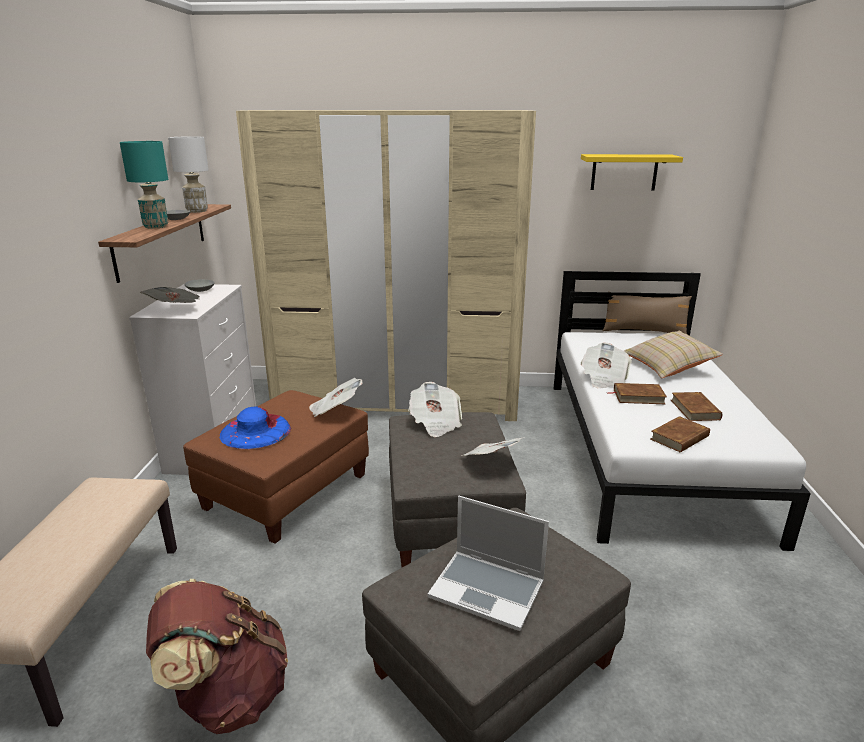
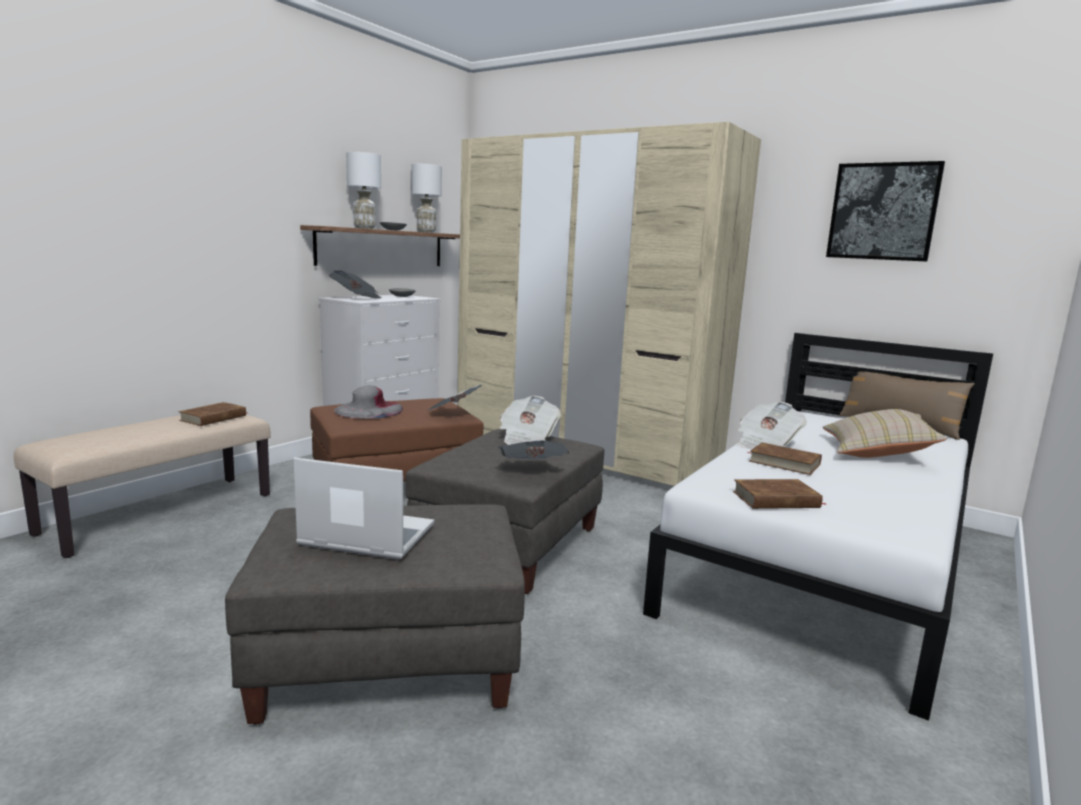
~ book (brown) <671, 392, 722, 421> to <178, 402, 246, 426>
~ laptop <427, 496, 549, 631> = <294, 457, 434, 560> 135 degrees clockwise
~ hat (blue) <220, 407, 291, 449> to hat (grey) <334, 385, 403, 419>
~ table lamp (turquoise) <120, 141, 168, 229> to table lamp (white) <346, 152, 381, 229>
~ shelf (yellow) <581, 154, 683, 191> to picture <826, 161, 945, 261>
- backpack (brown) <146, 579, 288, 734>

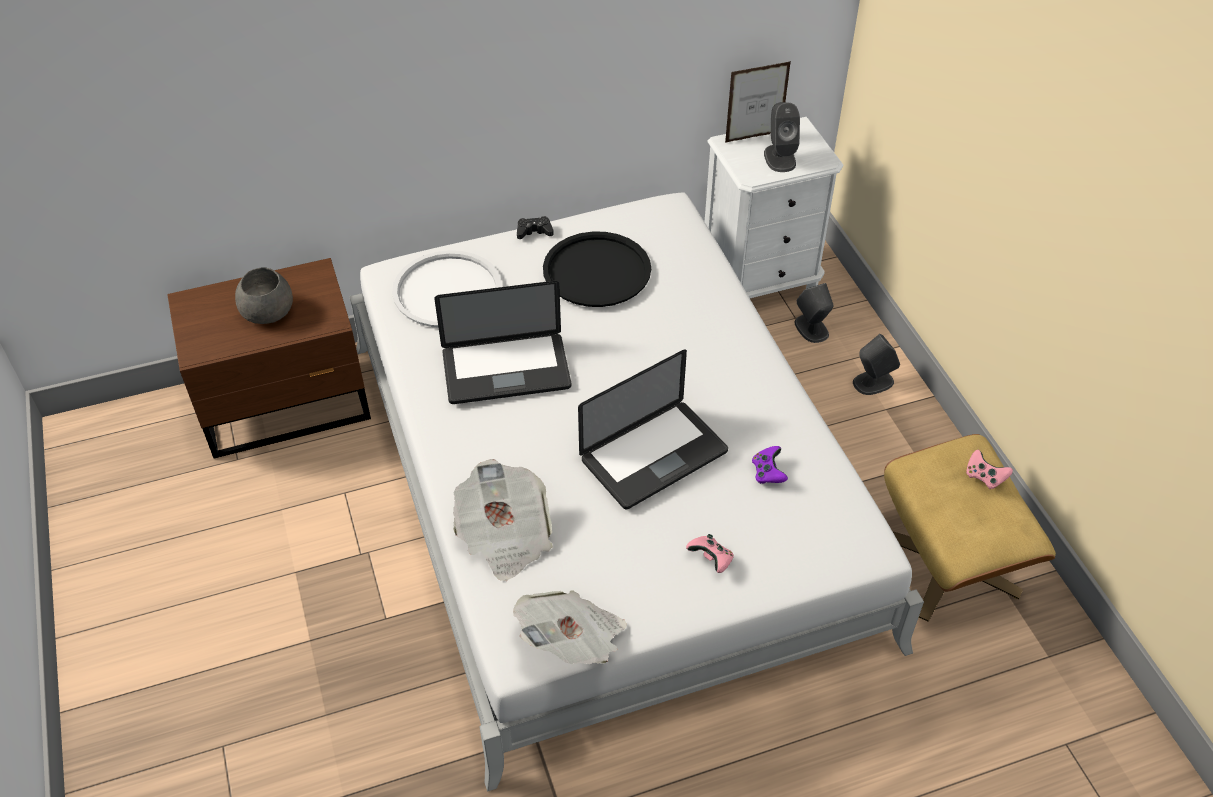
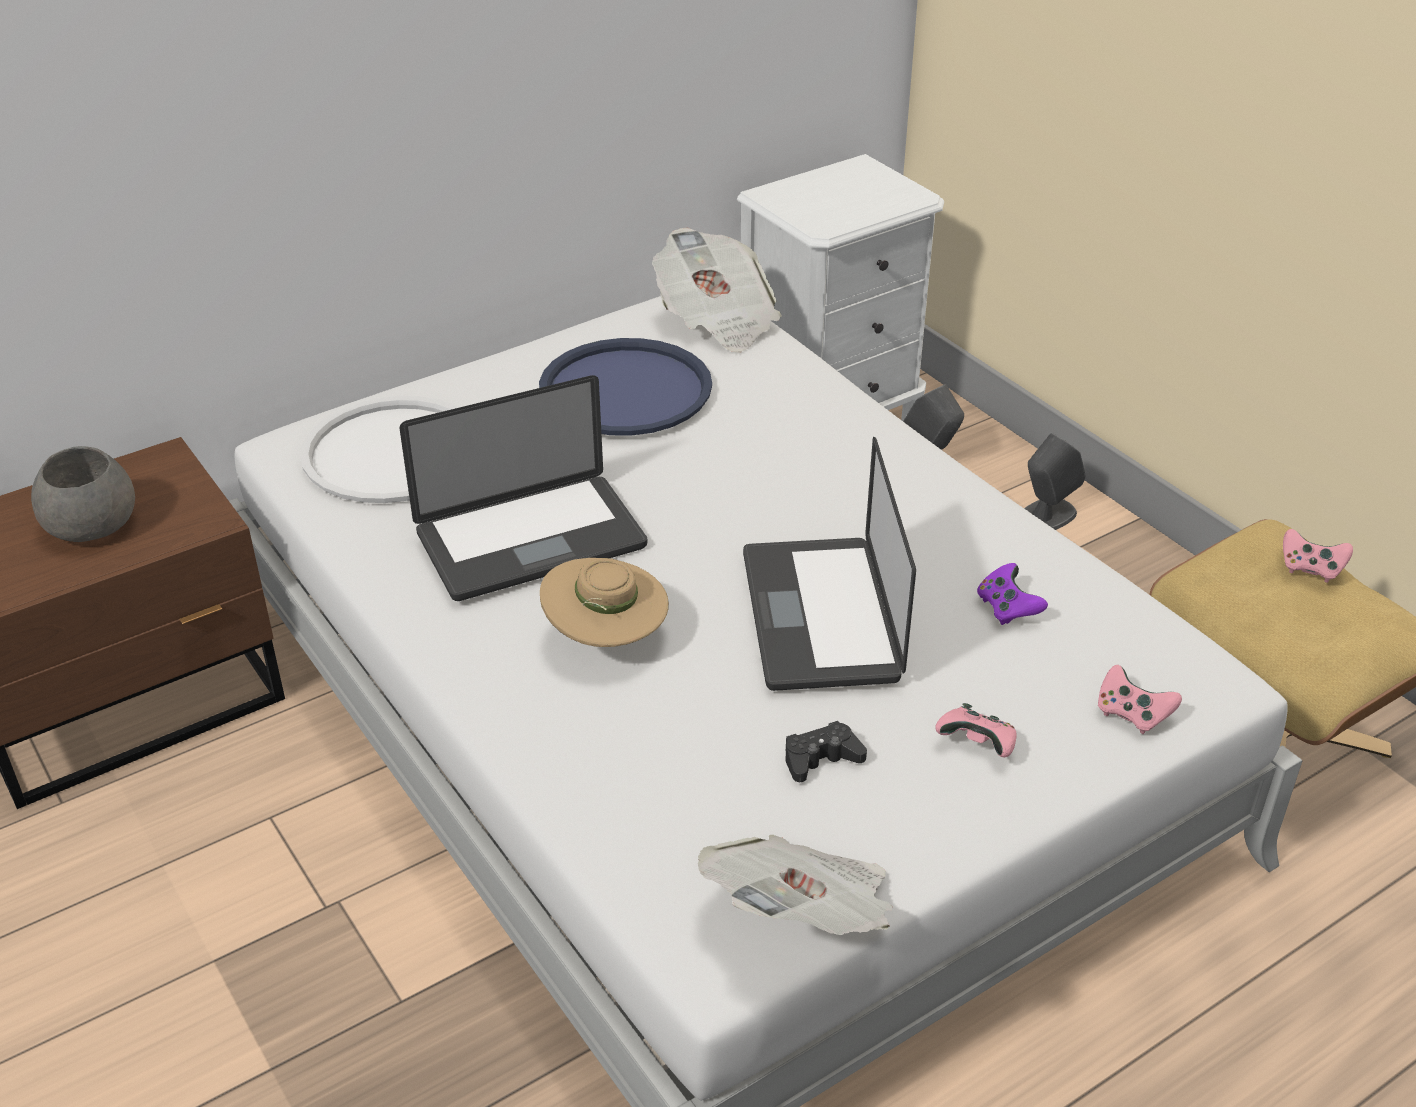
~ tray (black) <543, 231, 651, 307> to tray (blue) <539, 338, 712, 436>
+ hat (beige) <540, 558, 669, 647>
~ newspaper <453, 459, 553, 581> to <652, 228, 782, 353>
~ laptop <578, 349, 728, 509> = <743, 437, 916, 691> 135 degrees clockwise
~ game controller (black) <517, 216, 554, 239> to <785, 721, 867, 782>
+ game controller (pink) <1098, 665, 1182, 734>
- picture frame <725, 61, 791, 143>
- speaker (grey) <764, 102, 800, 172>

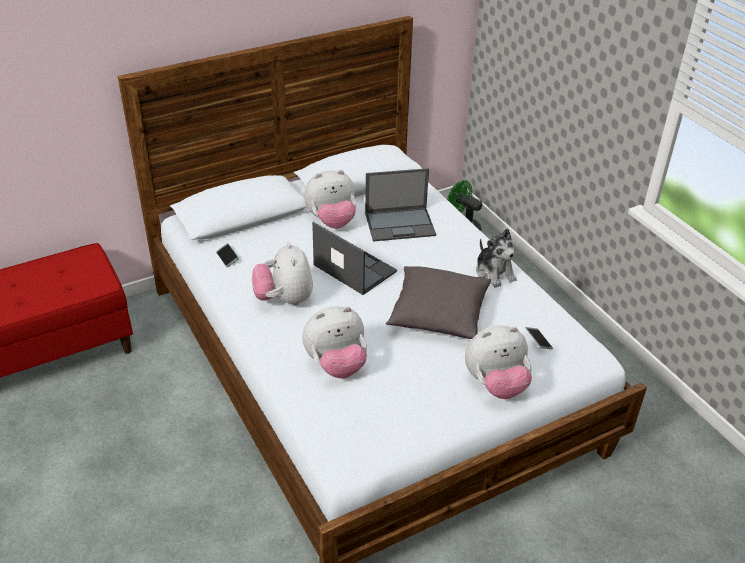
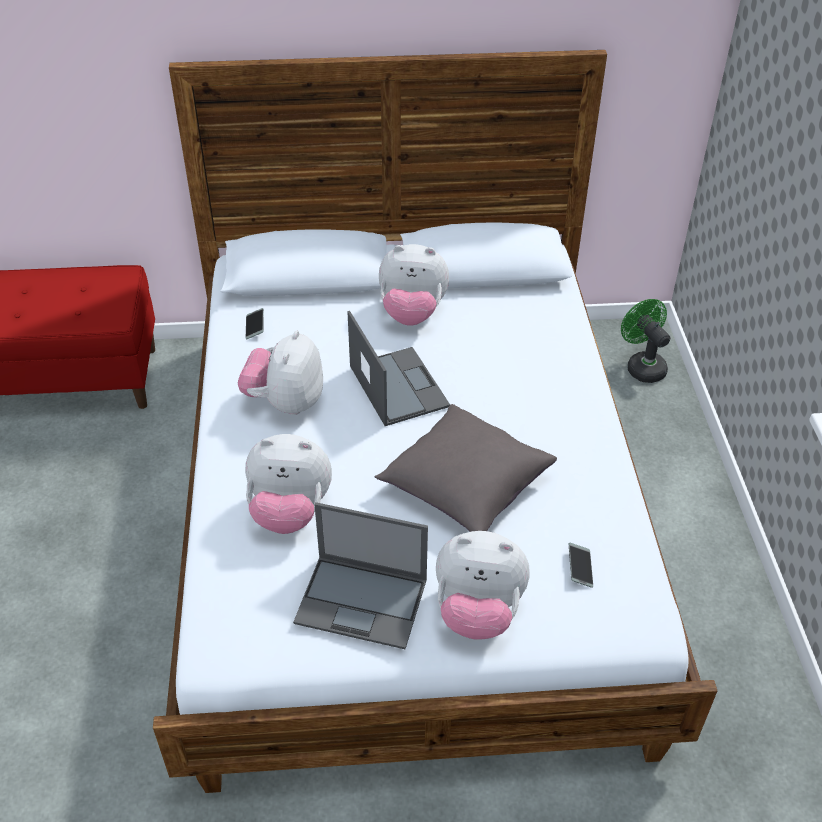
~ laptop <365, 168, 436, 242> to <293, 502, 428, 649>
- plush toy <476, 228, 517, 288>

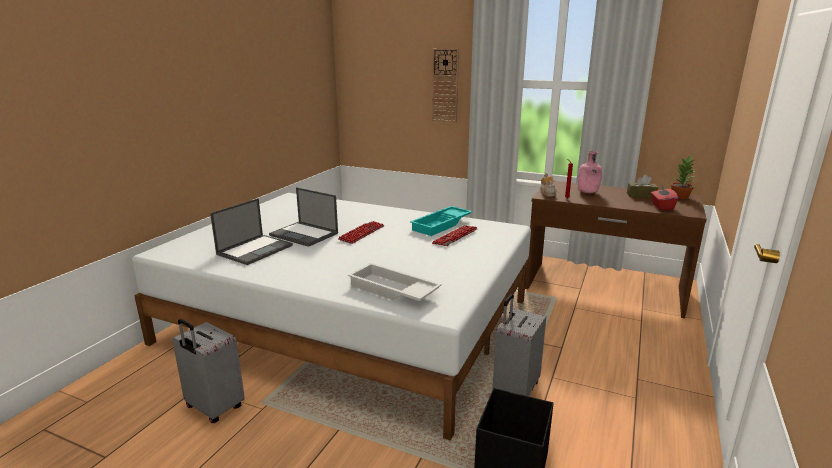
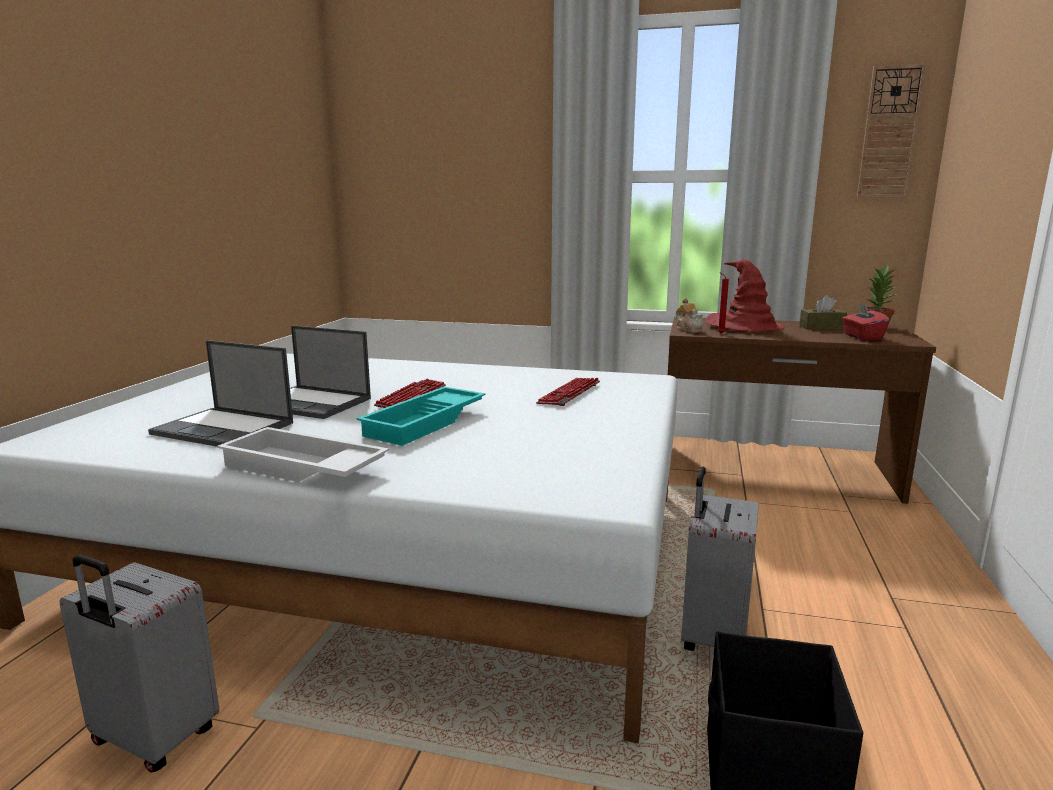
~ laptop <210, 198, 293, 265> = <148, 340, 293, 447> 90 degrees clockwise
~ tray (white) <348, 263, 442, 301> to <217, 427, 389, 482>
~ tray (turquoise) <410, 206, 472, 236> to <357, 387, 486, 446>
~ bottle (pink) <578, 151, 602, 193> to hat (red) <706, 258, 785, 332>
~ wall clock <432, 48, 459, 122> to <857, 64, 926, 197>

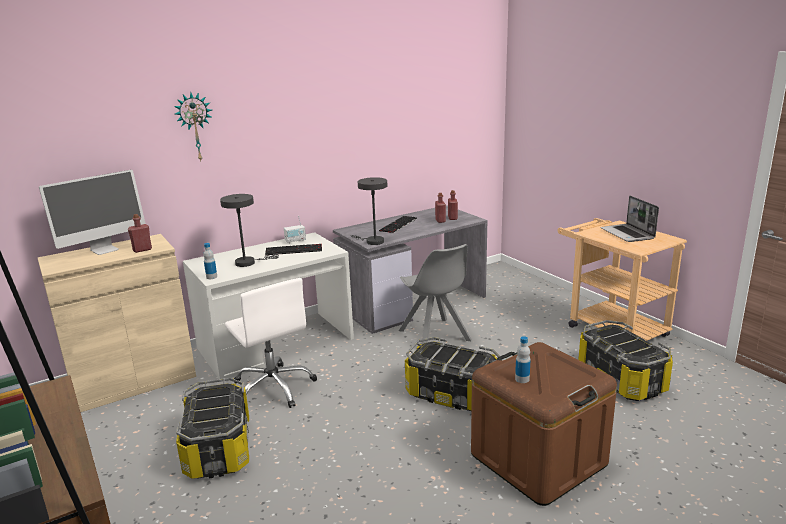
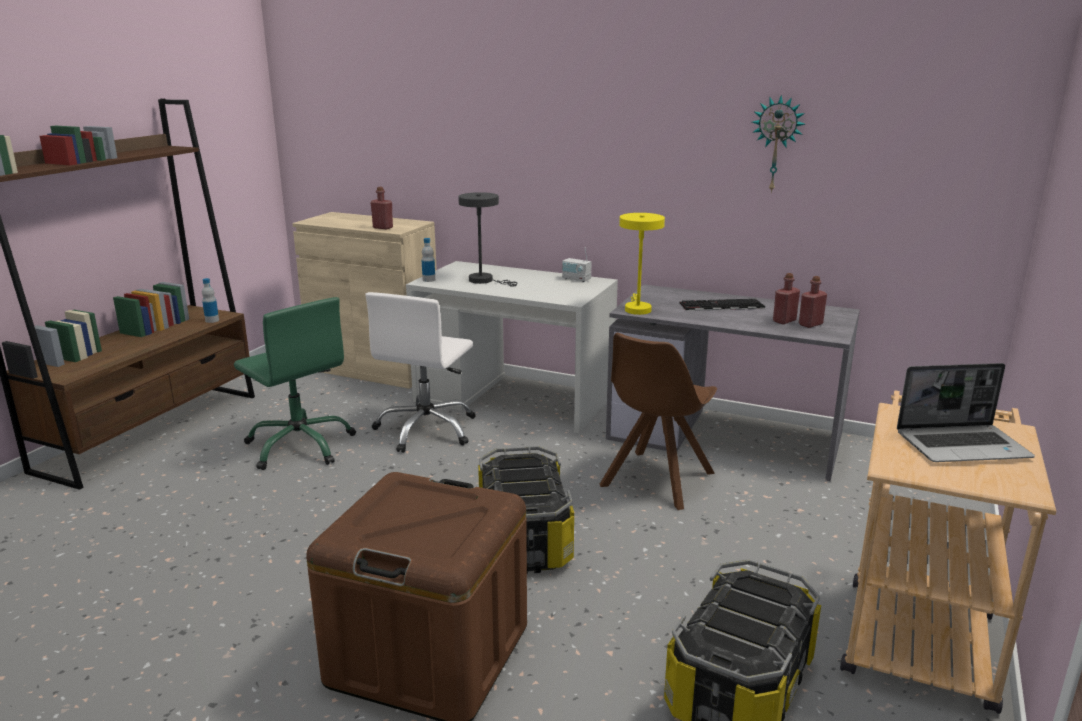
~ bottle <515, 336, 531, 383> to <202, 278, 219, 323>
~ storage box <176, 378, 249, 479> to office chair (green) <234, 297, 356, 470>
~ chair (grey) <399, 244, 472, 345> to chair (brown) <600, 333, 717, 510>
~ table lamp (grey) <351, 177, 387, 245> to table lamp (yellow) <619, 213, 665, 315>
~ wall clock <174, 93, 212, 161> to <752, 95, 805, 193>
~ laptop <600, 196, 659, 242> = <897, 363, 1035, 462> 135 degrees counterclockwise
- monitor <39, 170, 146, 255>
- keyboard <265, 244, 322, 255>

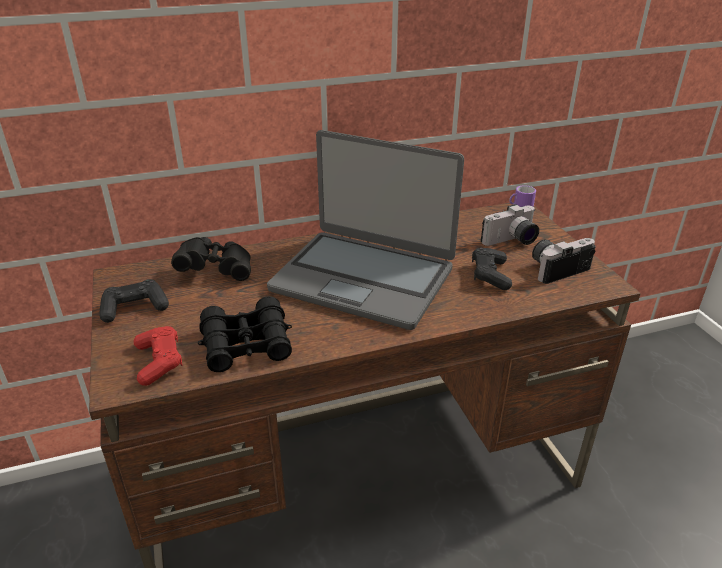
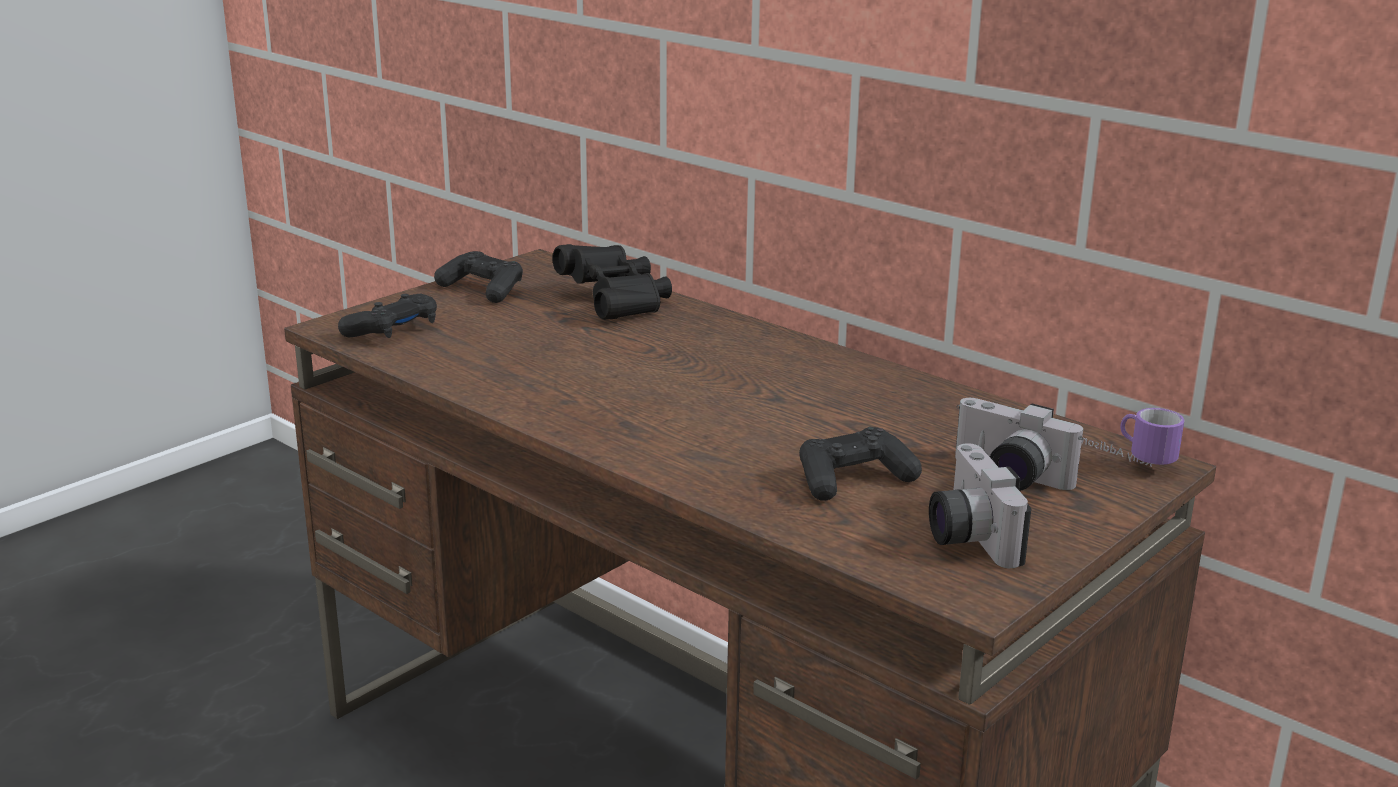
~ game controller (red) <134, 326, 182, 386> to game controller (black) <338, 294, 437, 338>
~ photo camera <532, 238, 596, 284> = <929, 443, 1031, 568> 135 degrees counterclockwise
- binoculars (black) <197, 296, 292, 372>
- laptop <267, 130, 464, 330>

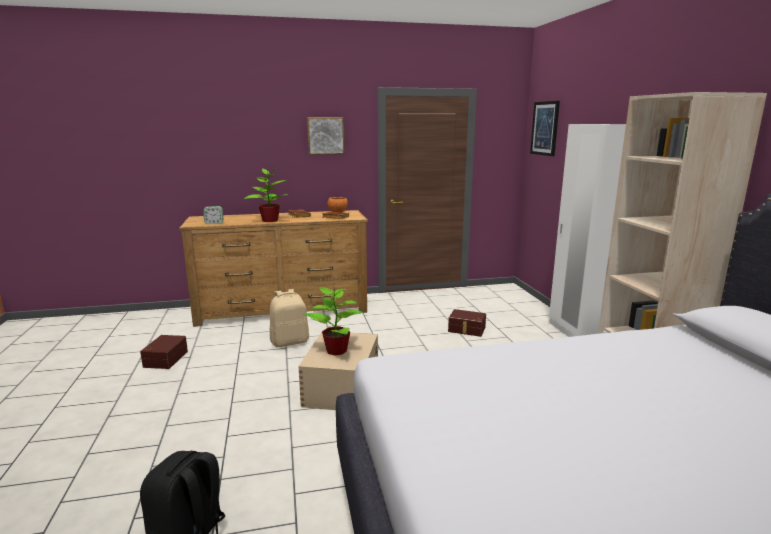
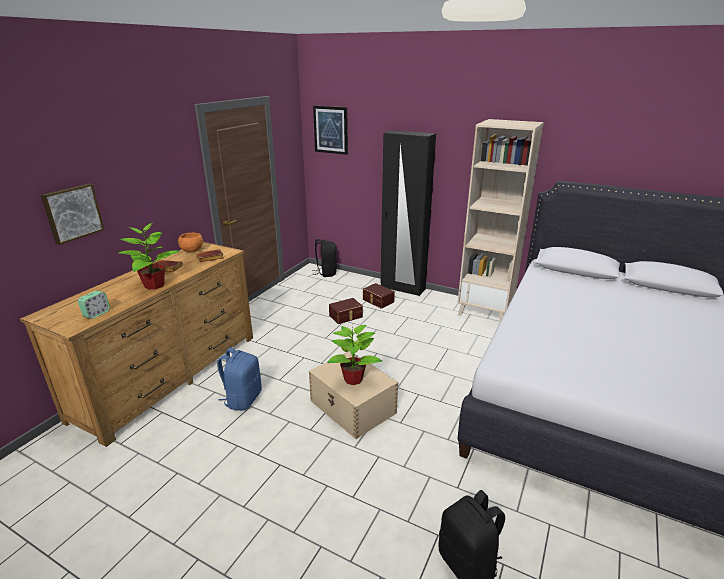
~ picture <307, 117, 345, 155> to <41, 183, 104, 245>
~ backpack (beige) <270, 289, 309, 347> to backpack (blue) <217, 348, 262, 411>
+ backpack (black) <313, 239, 337, 277>
~ storage box (brown) <140, 335, 188, 369> to <363, 283, 395, 308>
~ wardrobe (white) <549, 124, 626, 337> to wardrobe (black) <380, 130, 436, 296>

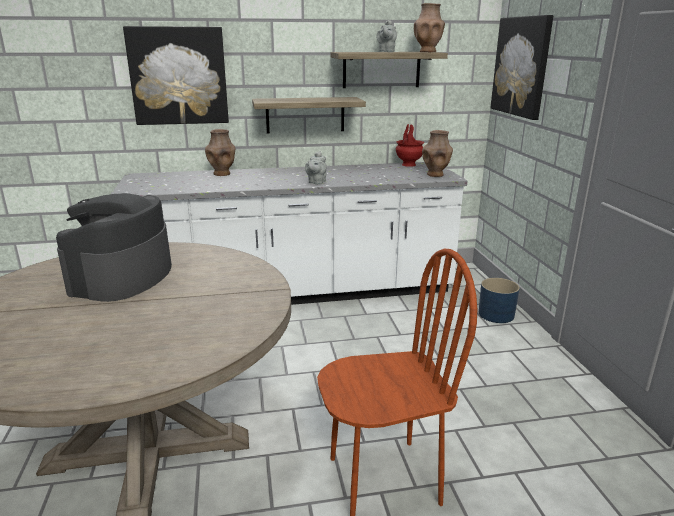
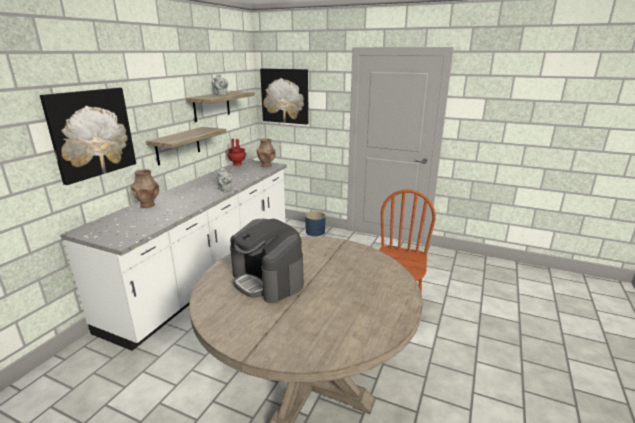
- vase (brown) <414, 3, 445, 52>

